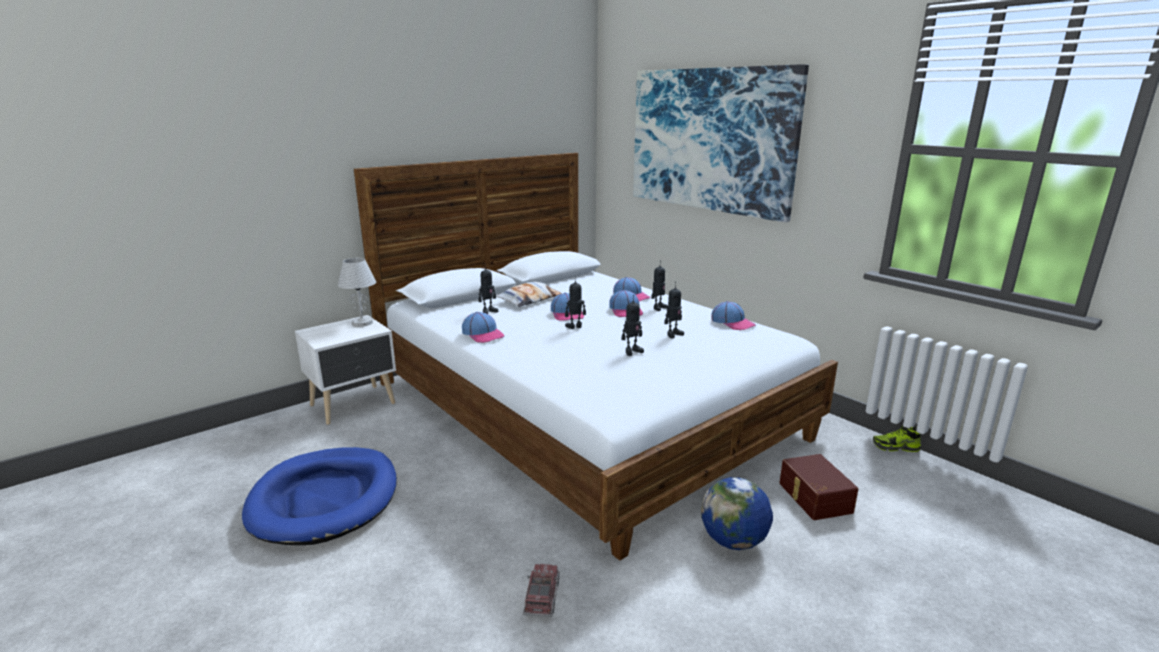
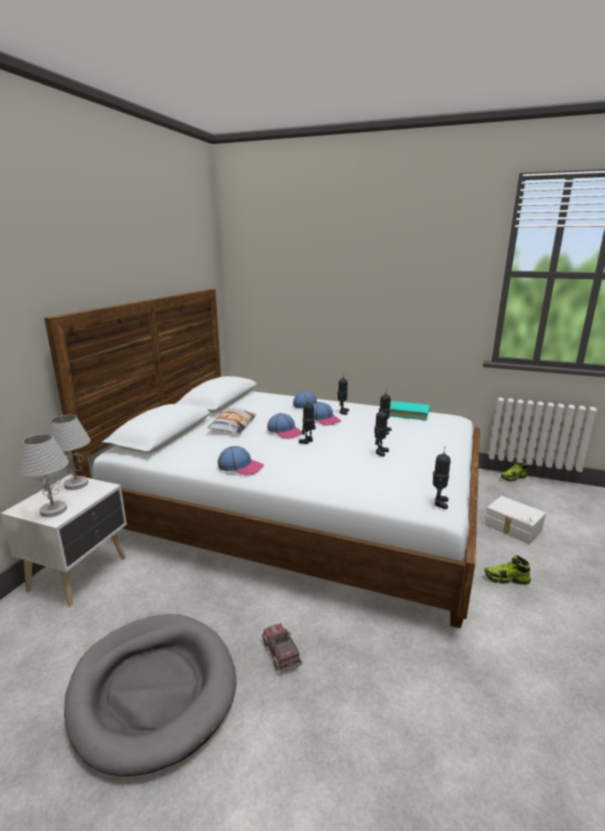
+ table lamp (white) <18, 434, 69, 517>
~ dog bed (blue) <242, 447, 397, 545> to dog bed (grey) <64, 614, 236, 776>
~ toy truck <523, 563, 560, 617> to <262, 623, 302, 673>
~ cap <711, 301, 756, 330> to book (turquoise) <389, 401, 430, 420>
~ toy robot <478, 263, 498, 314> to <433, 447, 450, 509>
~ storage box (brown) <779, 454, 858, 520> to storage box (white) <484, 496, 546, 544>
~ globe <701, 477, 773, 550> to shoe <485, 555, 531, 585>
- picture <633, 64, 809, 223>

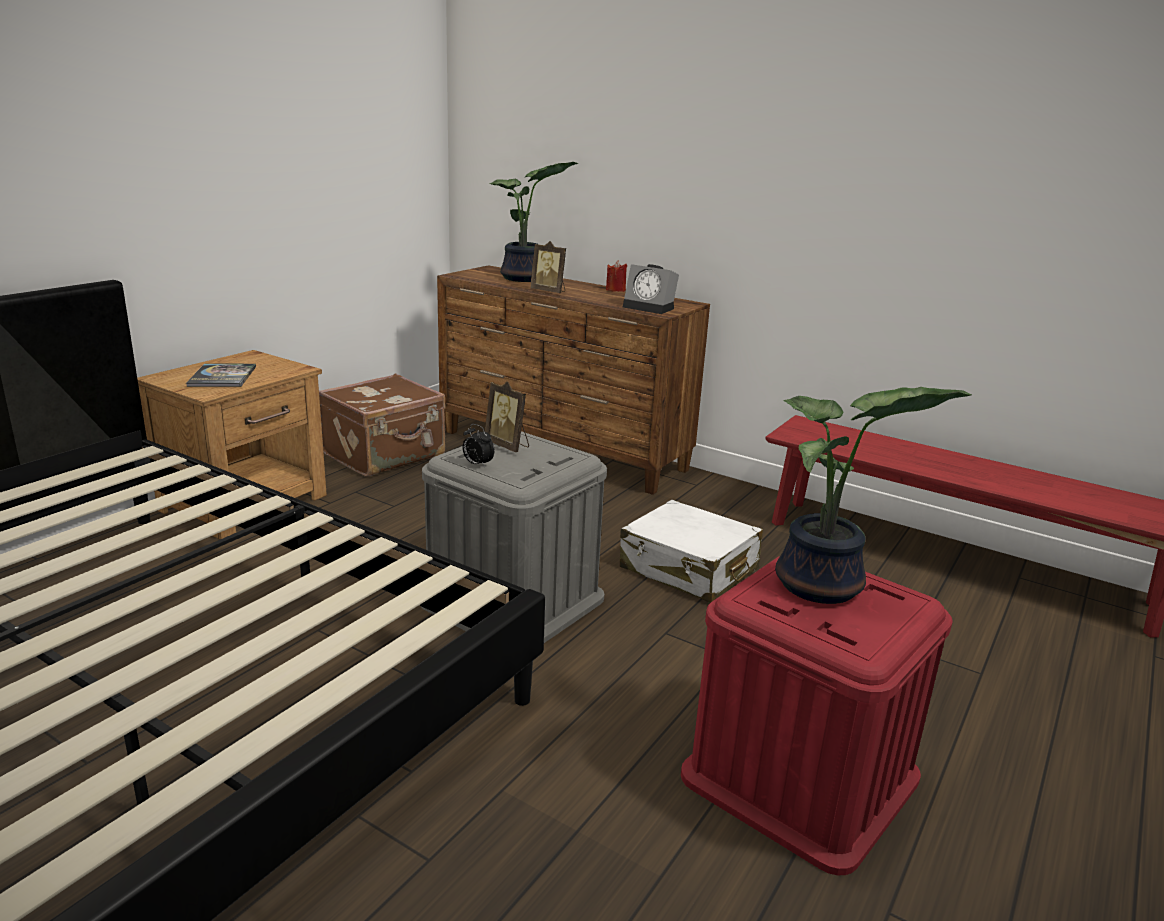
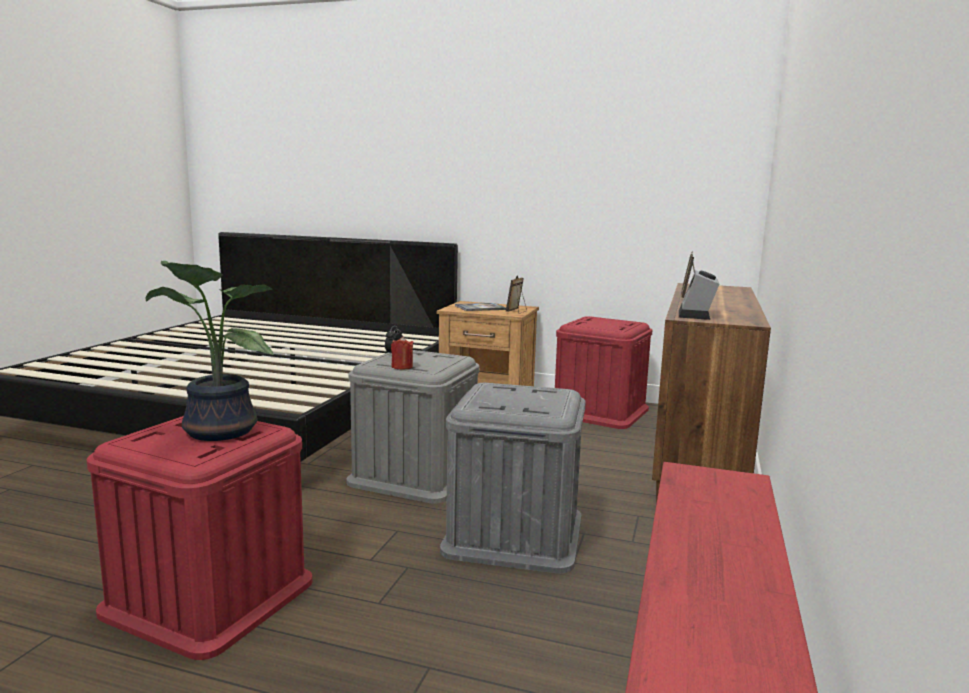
~ candle (red) <606, 261, 627, 292> to <391, 336, 413, 370>
~ suitcase (white) <620, 500, 763, 603> to storage box (grey) <440, 383, 586, 573>
~ picture frame <485, 381, 529, 452> to <506, 275, 527, 314>
~ suitcase (brown) <319, 374, 446, 477> to storage box (red) <555, 316, 653, 429>
- potted plant <489, 162, 578, 282>

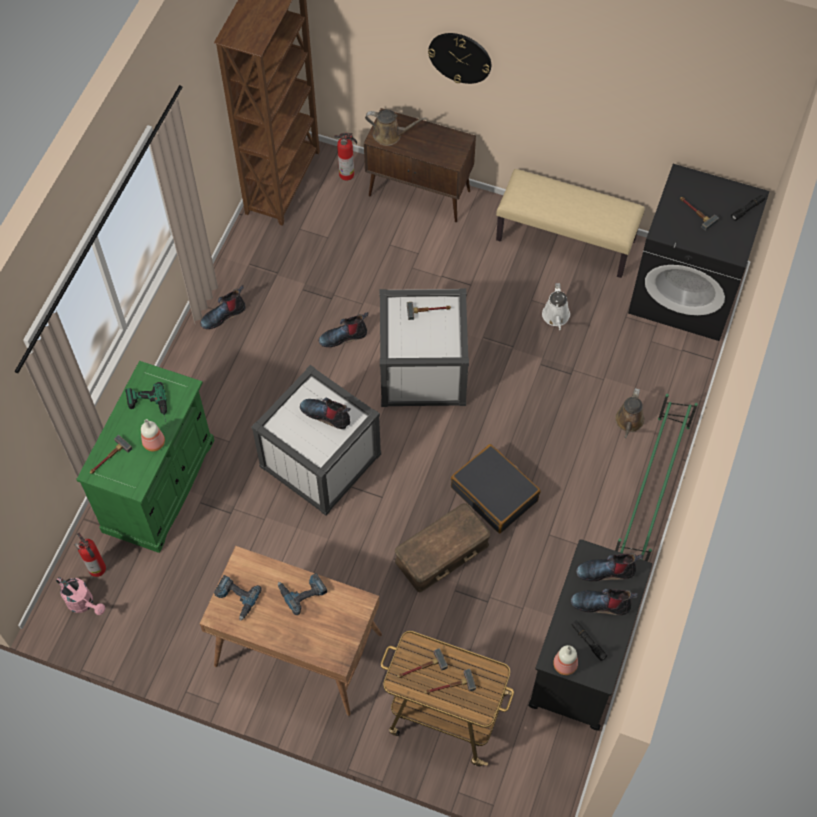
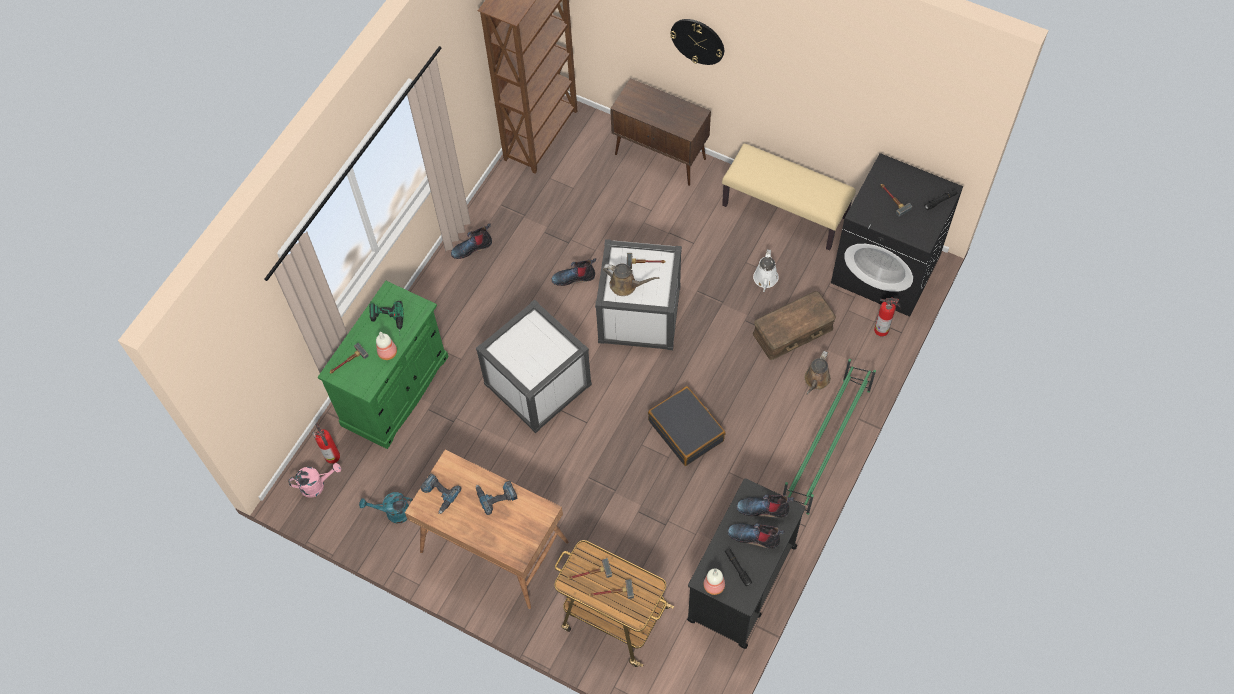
~ watering can (pink) <56, 577, 105, 615> = <288, 463, 341, 498> 60 degrees counterclockwise
+ watering can (turquoise) <359, 492, 413, 523>
~ watering can (brown) <365, 109, 427, 146> to <603, 264, 659, 296>
~ storage box (brown) <395, 503, 491, 593> to <753, 291, 836, 360>
~ fire extinguisher <334, 132, 357, 181> to <874, 297, 901, 336>
- boot <300, 398, 351, 429>

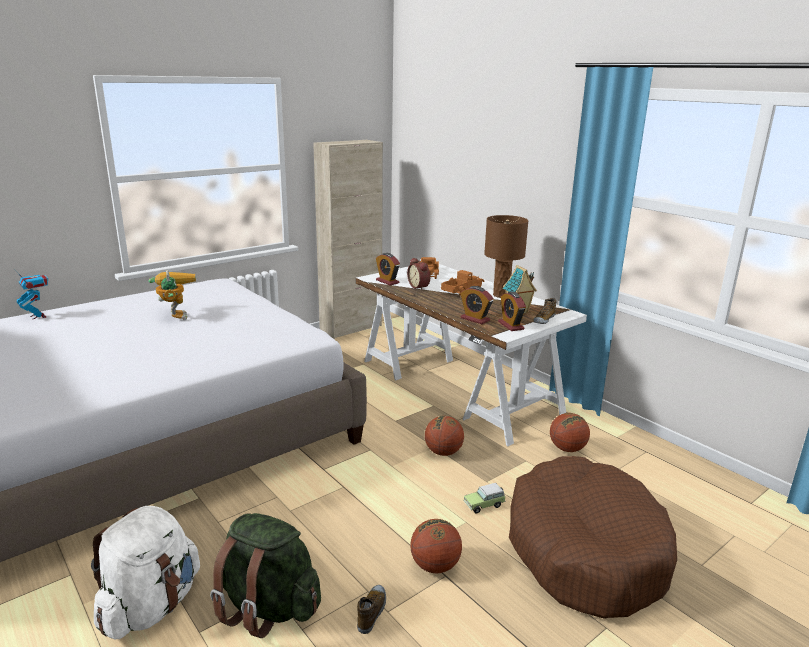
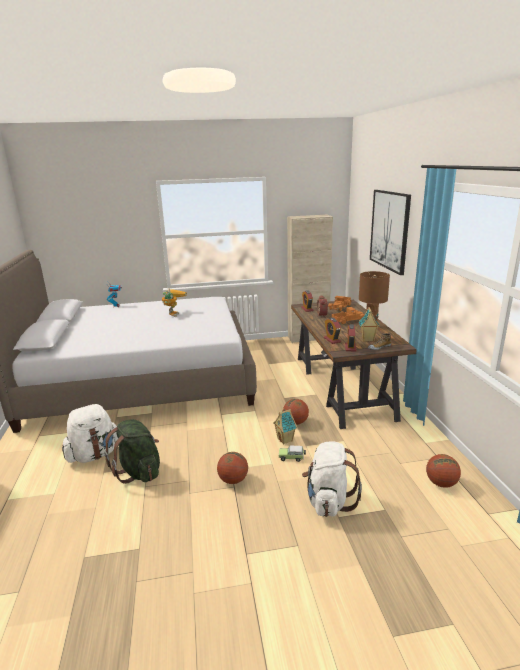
+ toy house <273, 409, 297, 444>
~ desk (white) <356, 264, 587, 446> to desk (brown) <291, 300, 417, 429>
~ dog bed (brown) <509, 456, 677, 619> to backpack (white) <302, 442, 362, 517>
+ picture <370, 190, 411, 275>
~ basketball <550, 413, 590, 452> to <426, 454, 461, 488>
- shoe <357, 585, 386, 634>

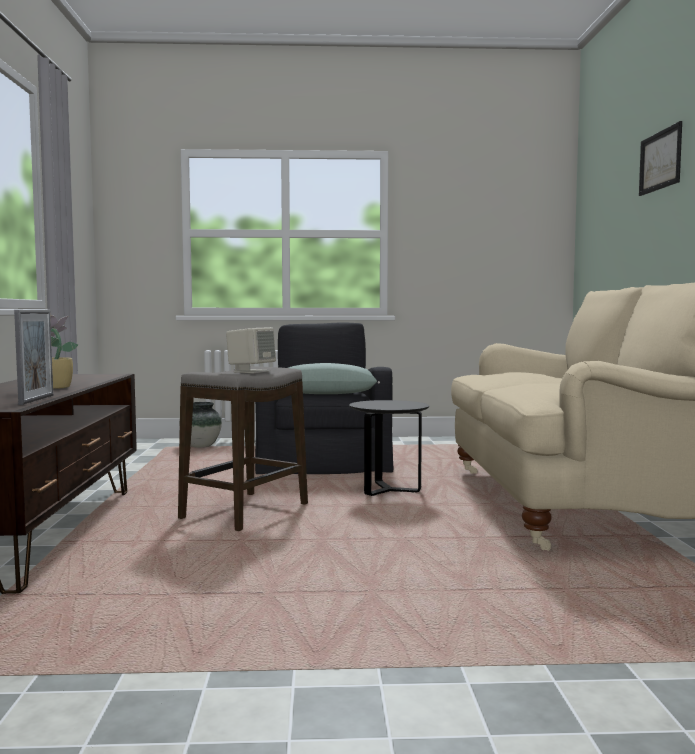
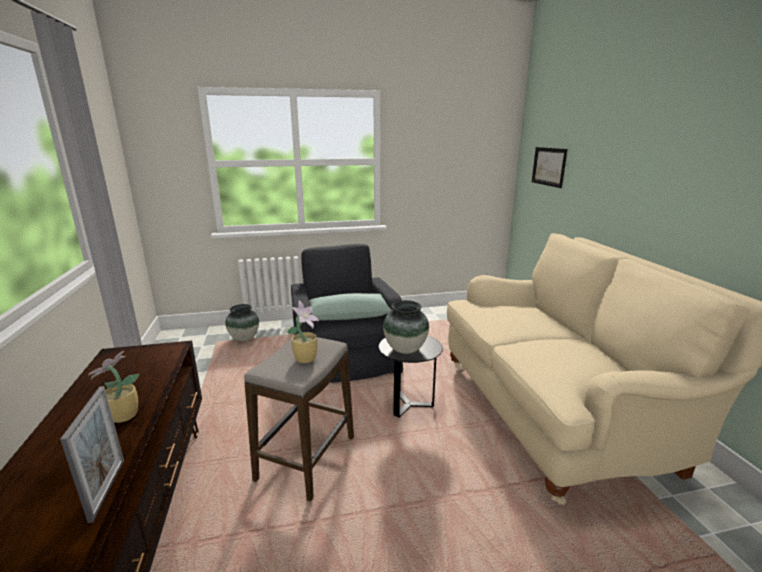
~ speaker (beige) <226, 327, 276, 373> to potted plant <287, 301, 319, 363>
+ vase <383, 300, 429, 354>
~ picture <639, 121, 682, 196> to <532, 147, 568, 188>

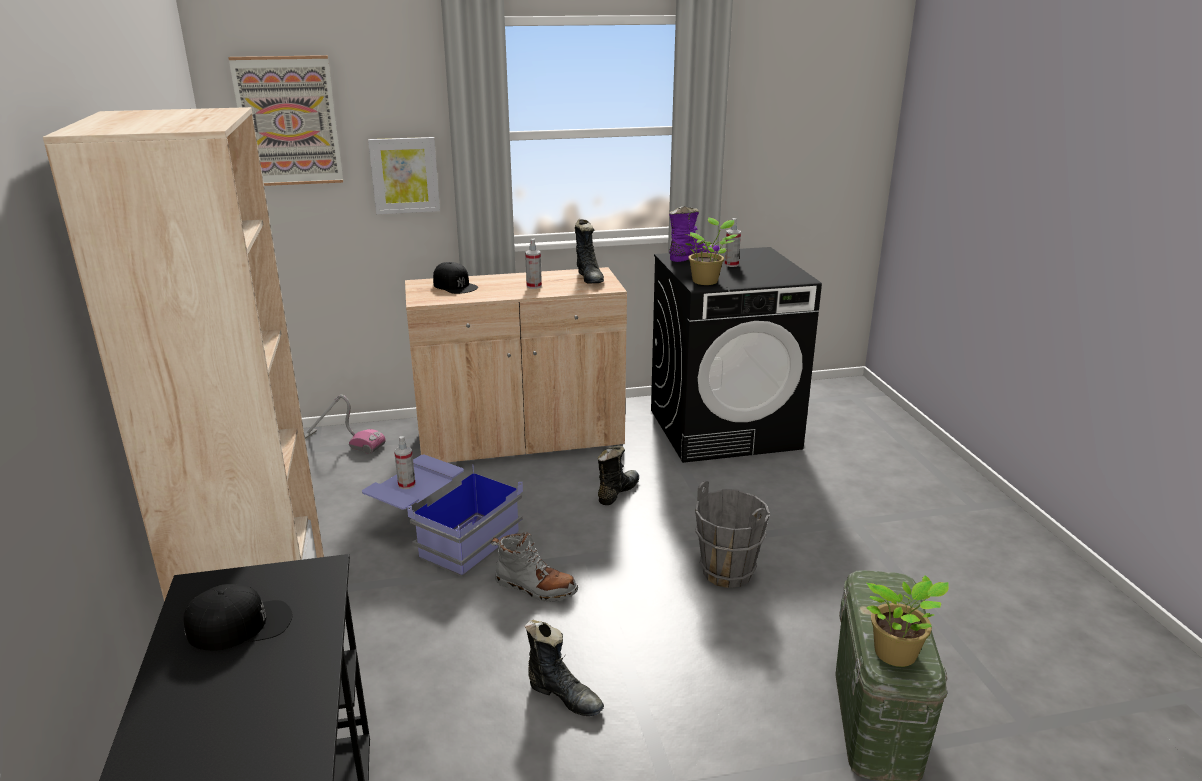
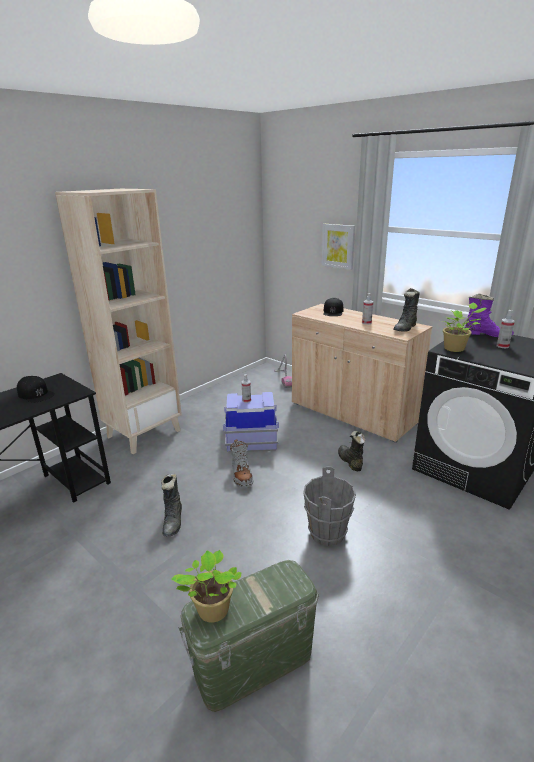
~ boot (black) <598, 445, 639, 505> = <338, 431, 365, 471> 105 degrees counterclockwise
- picture <228, 55, 343, 186>

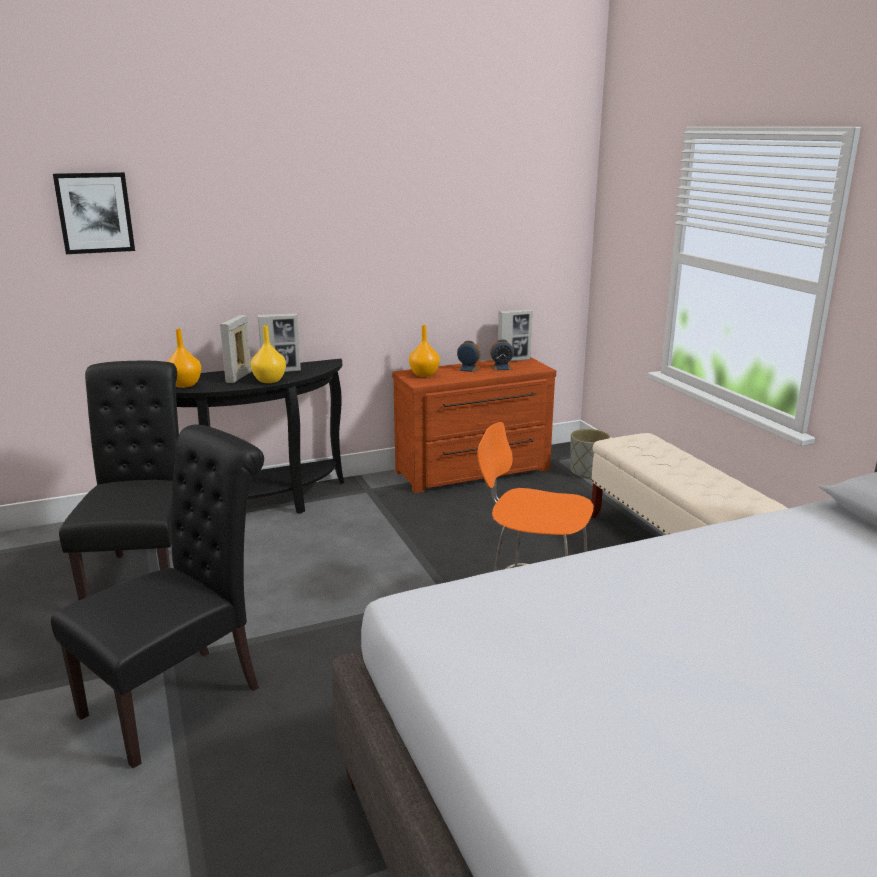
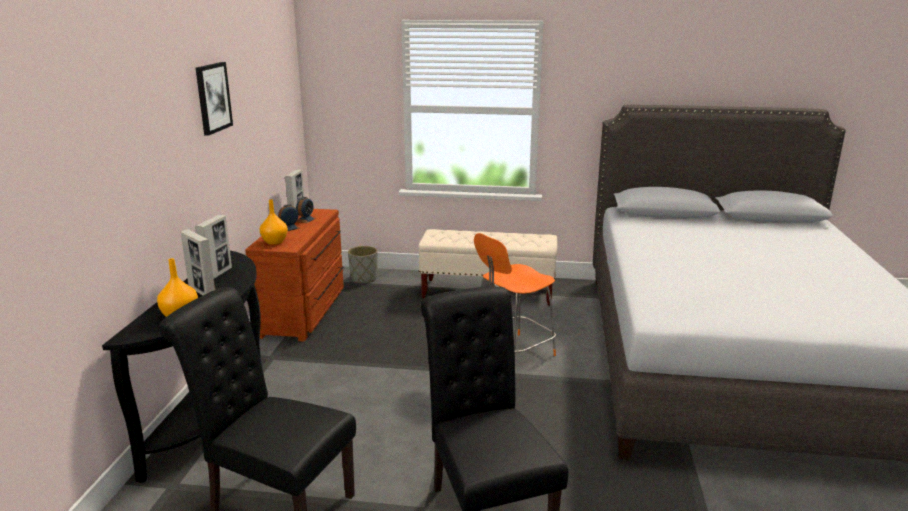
~ picture <53, 172, 135, 254> to <196, 62, 233, 136>
- vase (yellow) <251, 325, 286, 383>

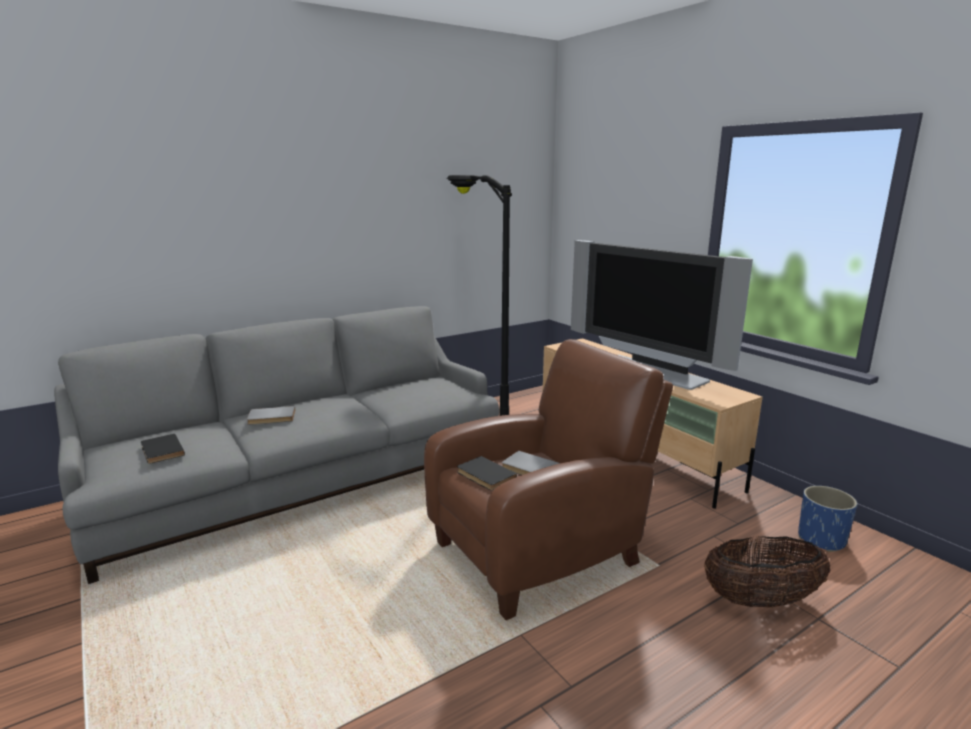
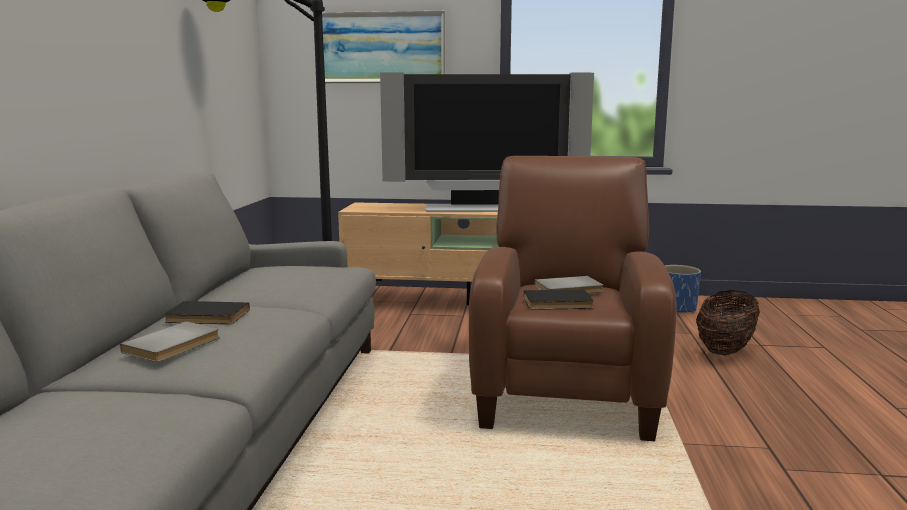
~ book (black) <141, 434, 185, 464> to <164, 301, 250, 324>
+ picture <322, 11, 446, 83>

